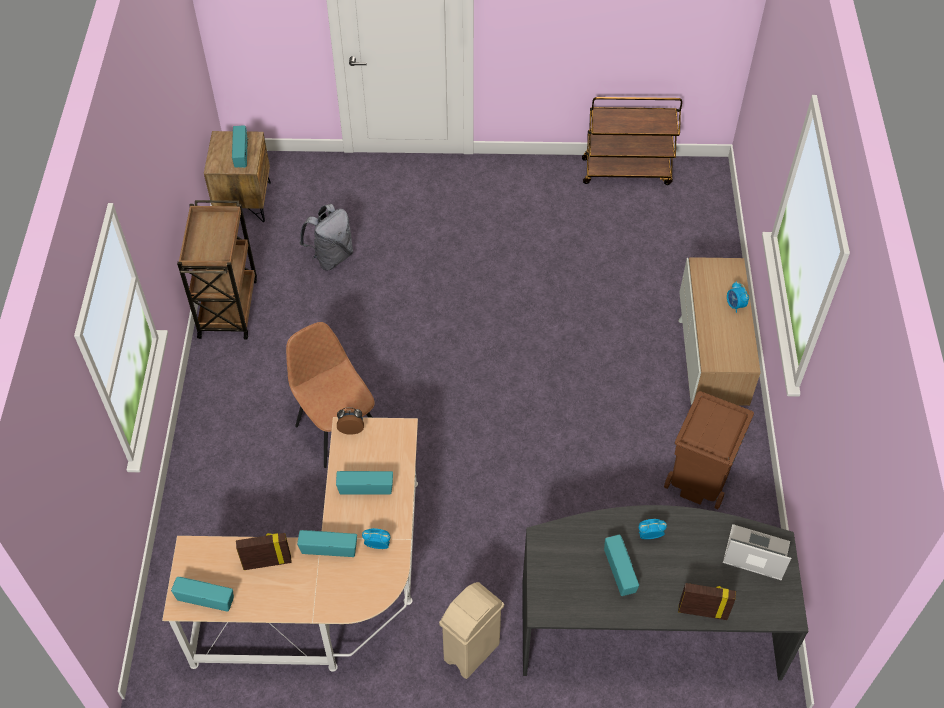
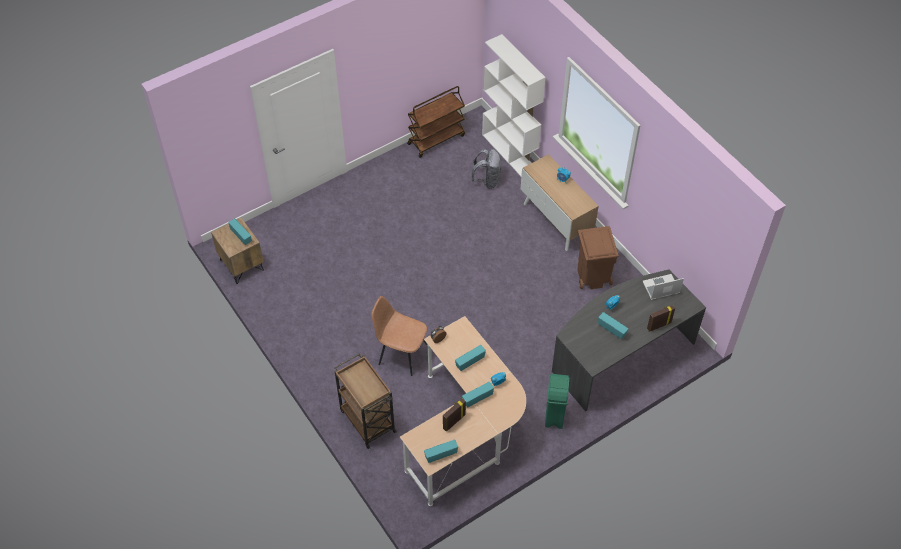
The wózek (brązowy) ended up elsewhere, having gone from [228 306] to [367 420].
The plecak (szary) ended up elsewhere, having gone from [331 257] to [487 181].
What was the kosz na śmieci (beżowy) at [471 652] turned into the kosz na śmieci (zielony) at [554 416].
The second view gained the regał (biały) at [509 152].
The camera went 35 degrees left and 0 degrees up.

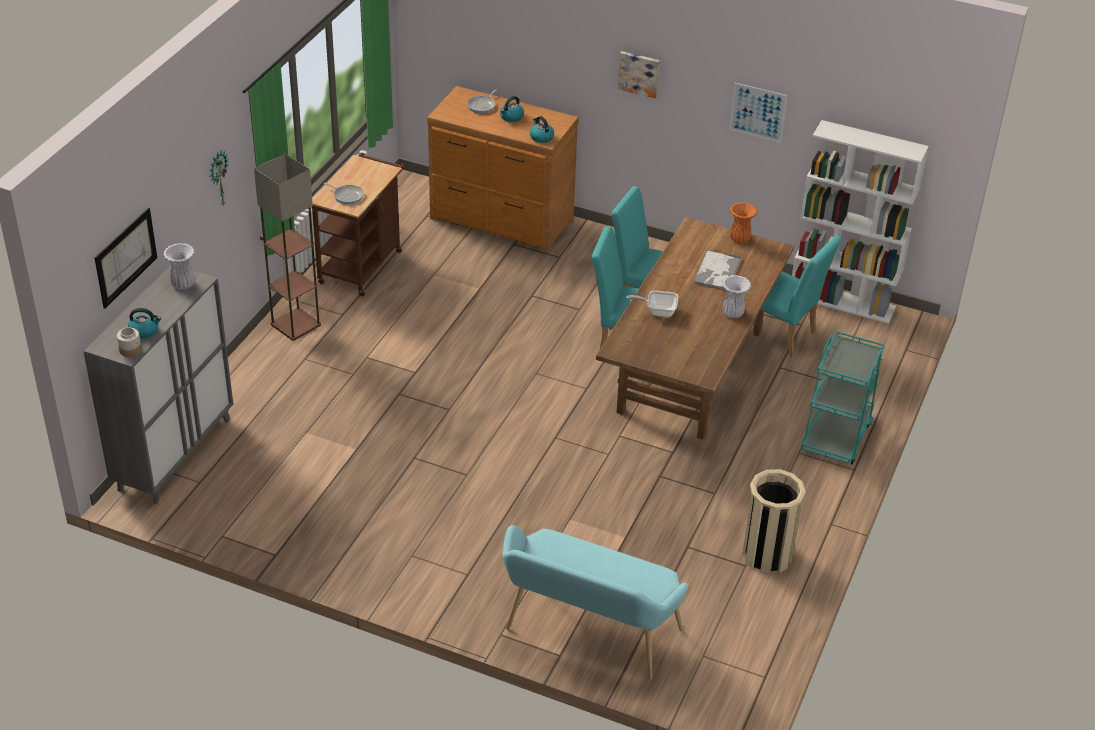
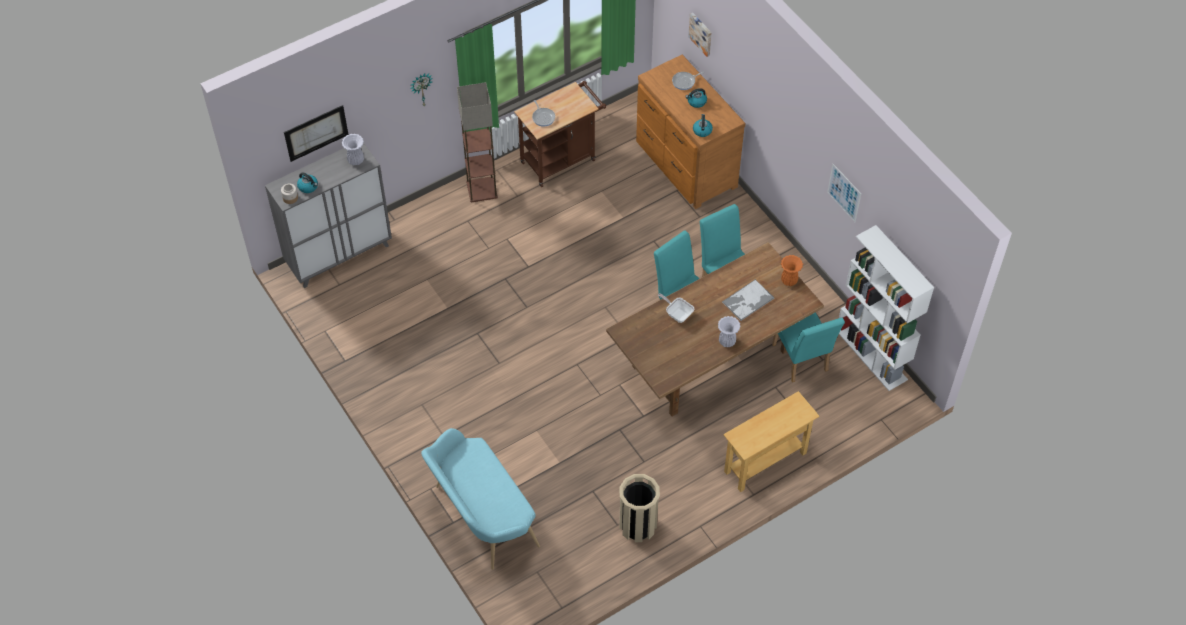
The obraz ended up elsewhere, having gone from [639 73] to [701 33].
Where the wózek (turkusowy) stood at [836 436], the stolik konsolowy (beżowy) came to stand at [765 462].
The camera went 35 degrees right and 15 degrees up.

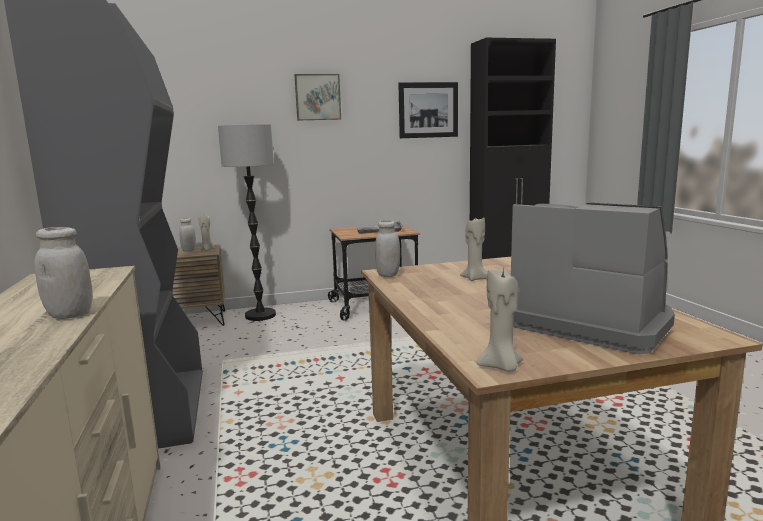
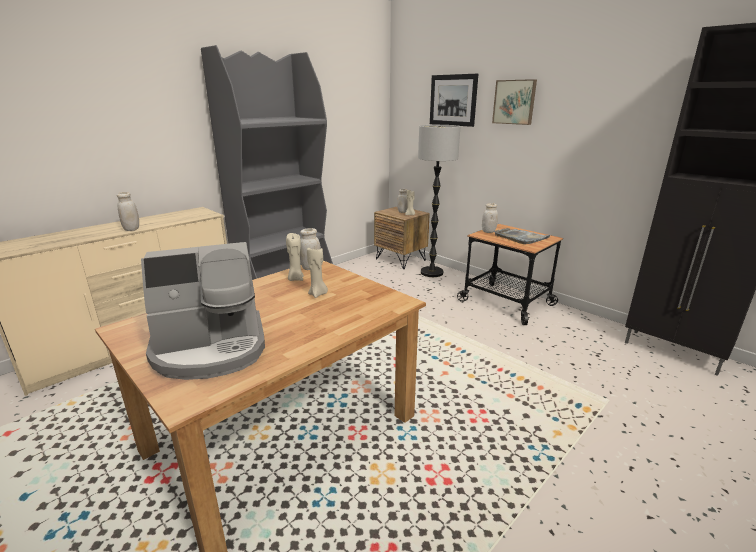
The obraz ended up elsewhere, having gone from [428 110] to [453 100].
The ekspres do kawy at [590 323] ended up facing another way, 60 degrees clockwise from before.
The świeca (beżowy) ended up elsewhere, having gone from [501 367] to [295 279].
The second view gained the słoik (biały) at [488 231].
The camera went 60 degrees right and 10 degrees up.

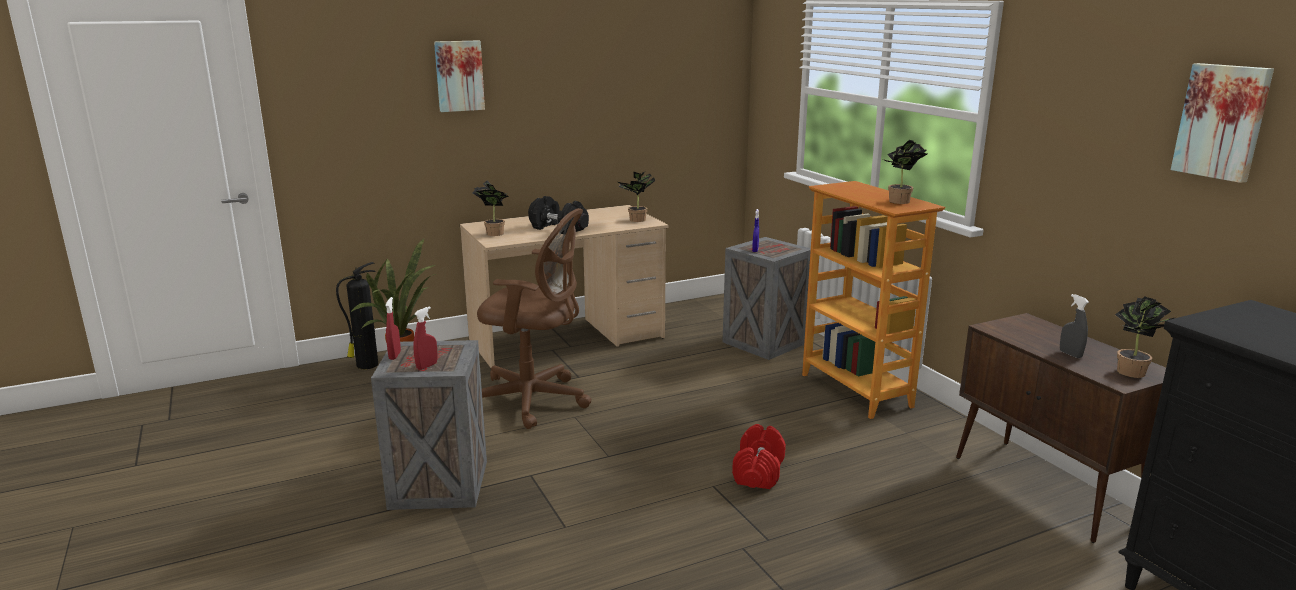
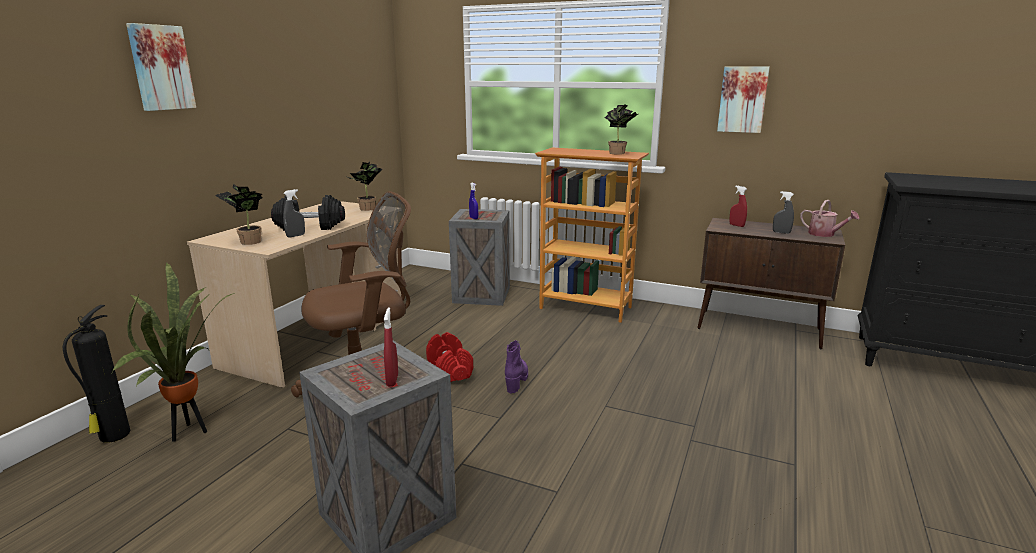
The obraz ended up elsewhere, having gone from [1222 121] to [742 99].
Where the roślina doniczkowa stood at [1134 374], the konewka came to stand at [825 234].
The spryskiwacz (czerwony) ended up elsewhere, having gone from [394 355] to [736 225].
The hantel (czerwony) ended up elsewhere, having gone from [758 472] to [450 370].
The second view gained the spryskiwacz (szary) at [295 236].
The second view gained the but z cholewką (fioletowy) at [517 380].
The camera went 40 degrees left and 0 degrees up.

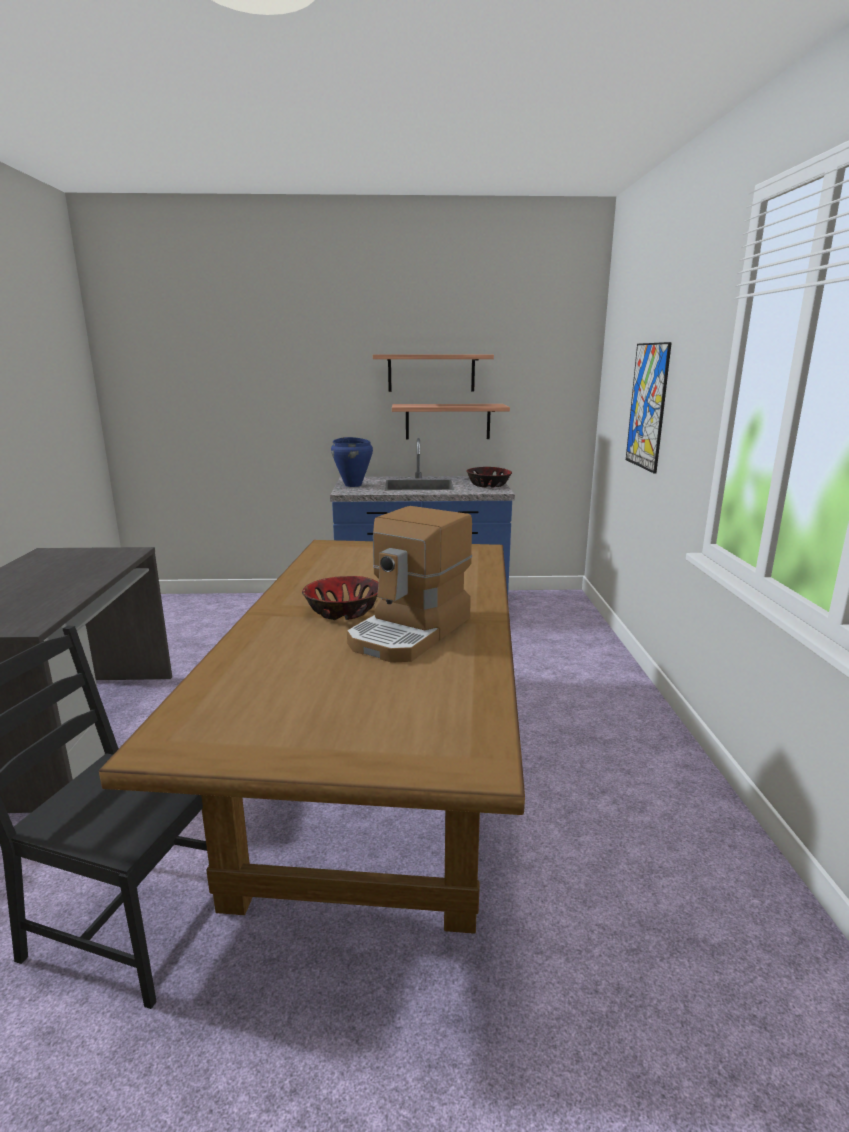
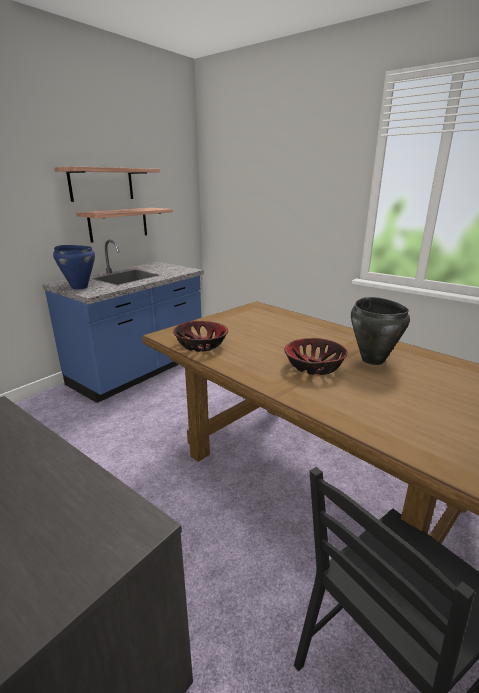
The second view lost the obraz at [647 406].
The miska ended up elsewhere, having gone from [488 485] to [201 345].
Where the ekspres do kawy stood at [411 632], the garnek (czarny) came to stand at [373 360].
The camera went 50 degrees left and 5 degrees up.

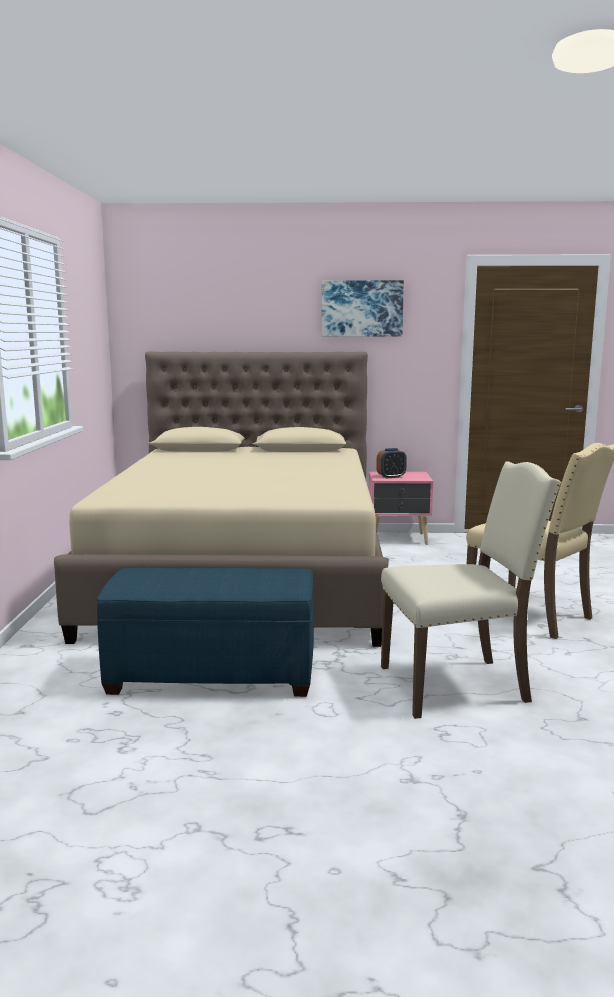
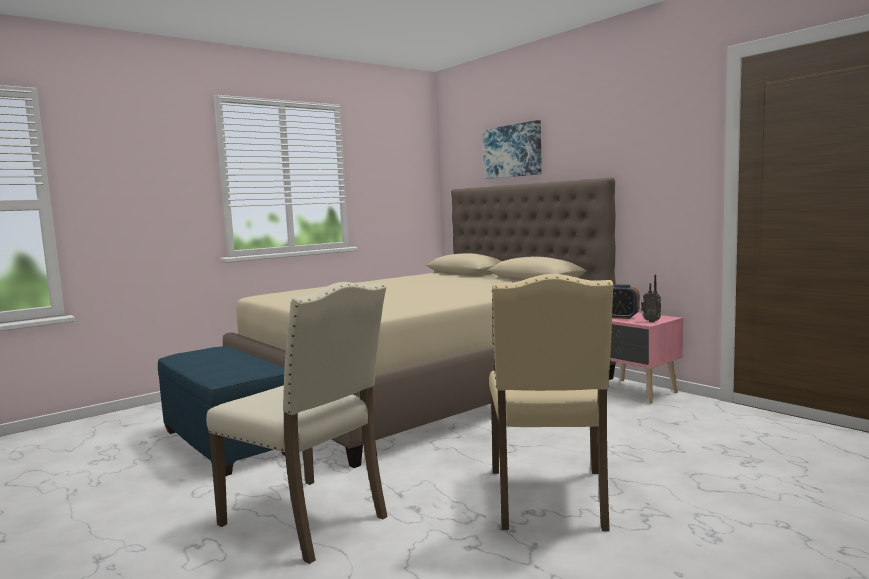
The obraz ended up elsewhere, having gone from [361 308] to [512 151].
The second view gained the radio at [651 321].
The camera went 50 degrees right and 5 degrees down.

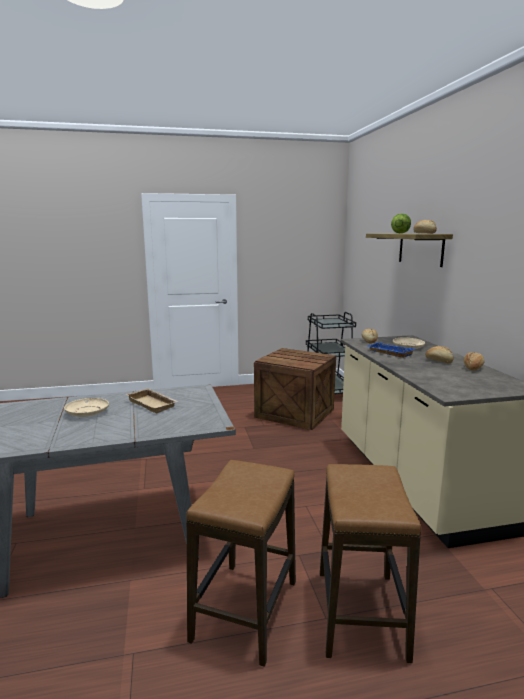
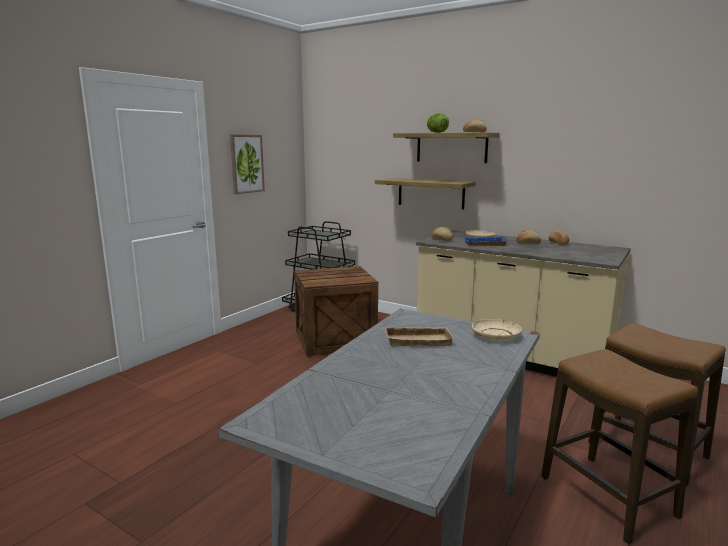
The talerz (beżowy) ended up elsewhere, having gone from [87 412] to [495 336].
The second view gained the obraz at [246 164].
The second view gained the półka at [430 193].
The camera went 45 degrees left and 0 degrees up.

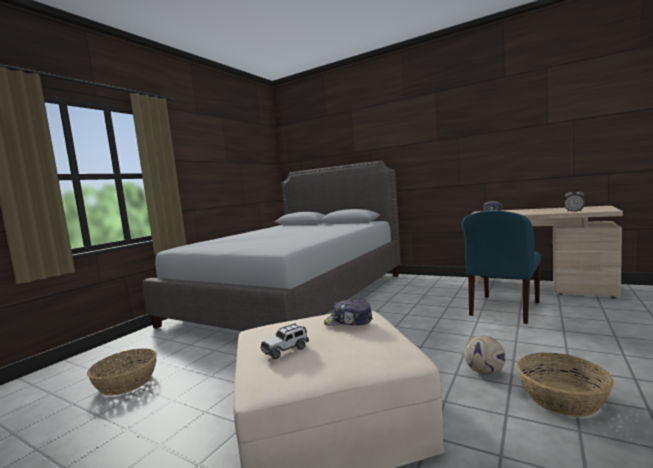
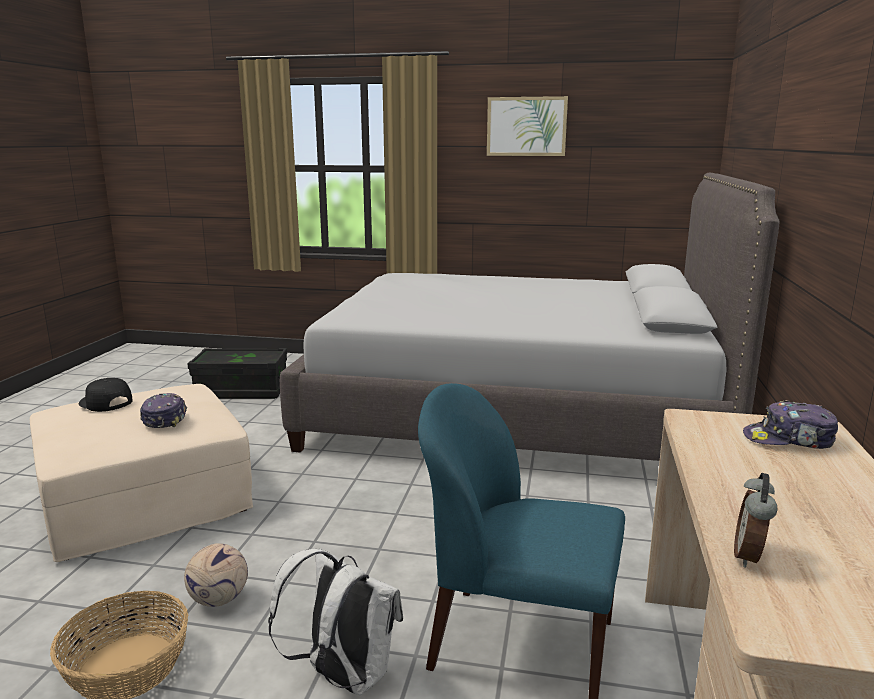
Where the samochodzik stood at [285 350], the czapka z daszkiem (czarny) came to stand at [105 402].
Where the koszyk stood at [126 382], the pojemnik do przechowywania (czarny) came to stand at [242 390].
The second view gained the obraz at [526 126].
The second view gained the plecak (biały) at [343 676].
The camera went 70 degrees right and 10 degrees up.

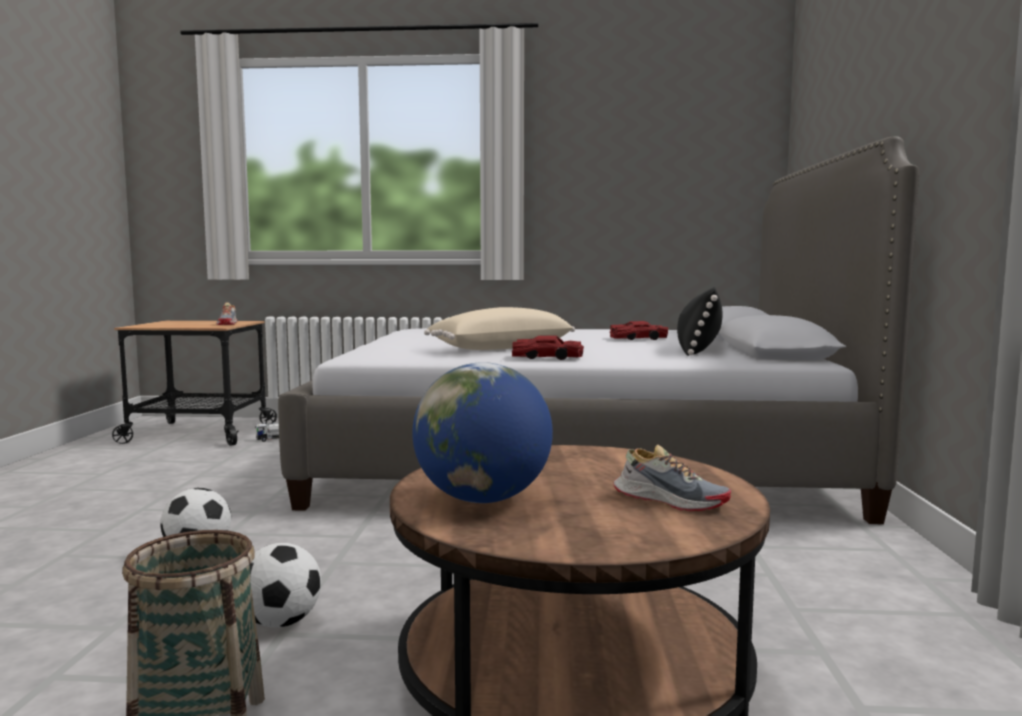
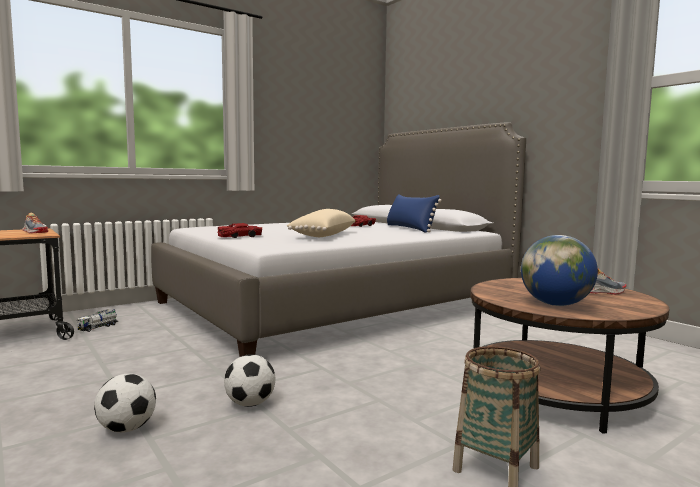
What was the poduszka (czarny) at [698 348] turned into the poduszka (niebieski) at [410 228].
The samochodzik (czerwony) ended up elsewhere, having gone from [547 357] to [240 236].
The piłka futbolowa ended up elsewhere, having gone from [281 622] to [127 429].
The camera went 40 degrees left and 0 degrees up.

